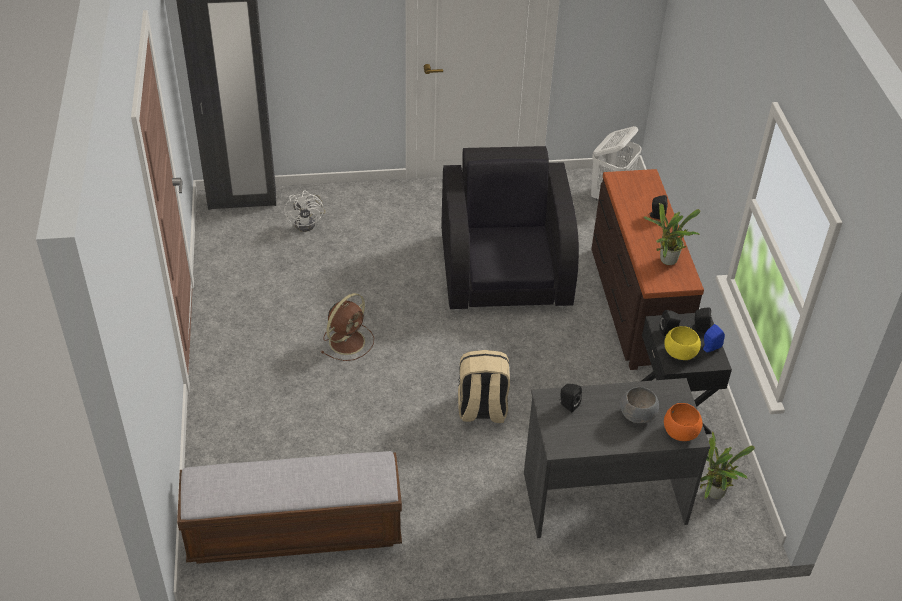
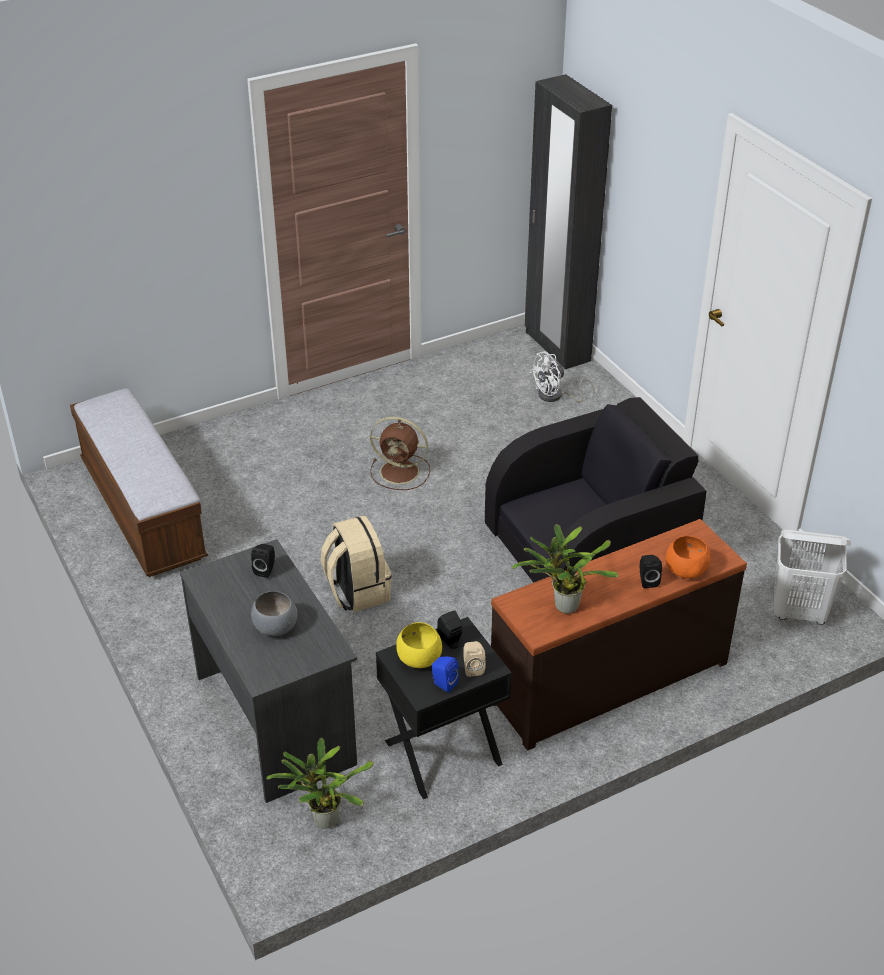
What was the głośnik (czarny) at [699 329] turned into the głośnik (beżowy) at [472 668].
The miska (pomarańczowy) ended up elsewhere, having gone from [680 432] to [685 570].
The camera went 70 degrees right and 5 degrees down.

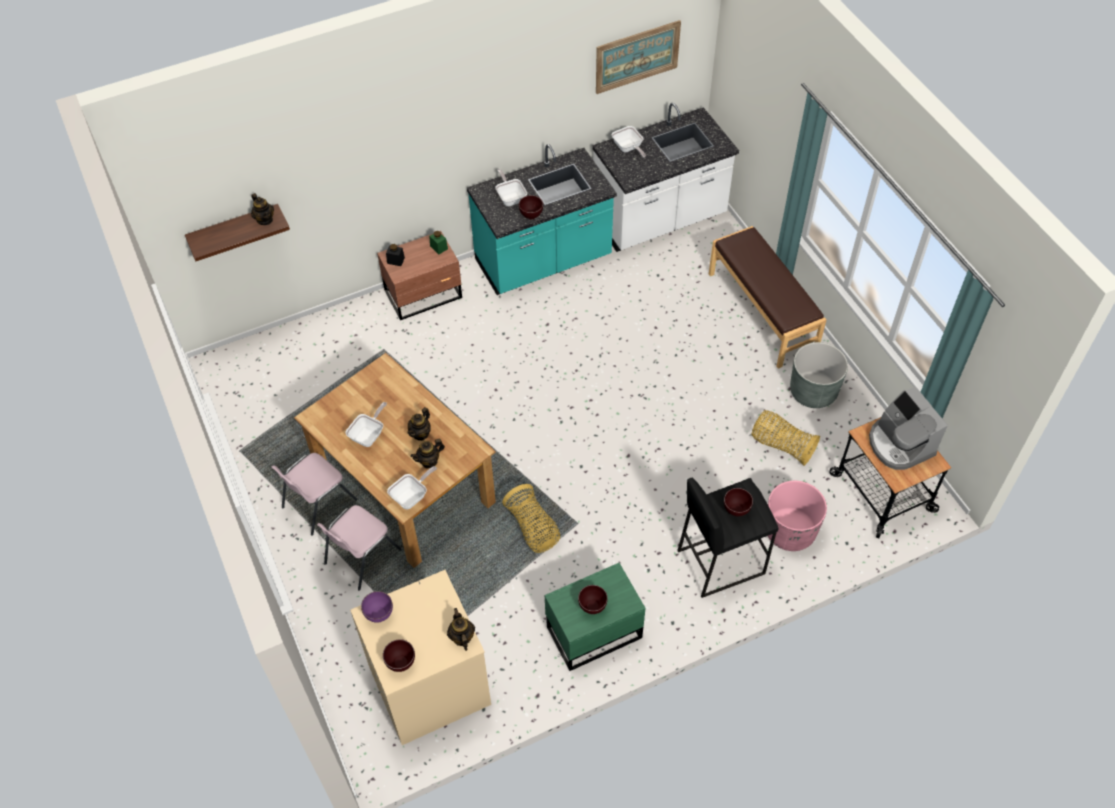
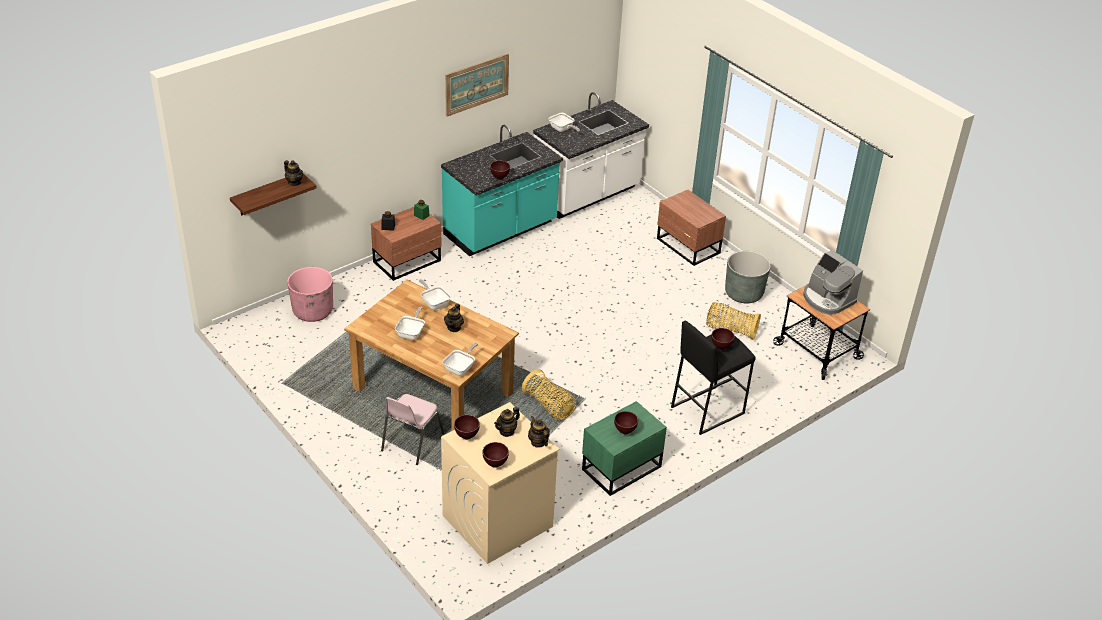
The obraz ended up elsewhere, having gone from [637 56] to [476 84].
The patelnia ended up elsewhere, having gone from [510 197] to [434 303].
Where the ławka (brązowy) stood at [762 312], the szafka nocna (brązowy) came to stand at [688 247].
The imbryk ended up elsewhere, having gone from [429 461] to [507 431].
The second view lost the krzesło (różowy) at [318 503].
The donica (różowy) ended up elsewhere, having gone from [790 531] to [313 311].
What was the miska (fioletowy) at [380 615] turned into the miska (brązowy) at [467 436].
The camera went 15 degrees left and 15 degrees down.

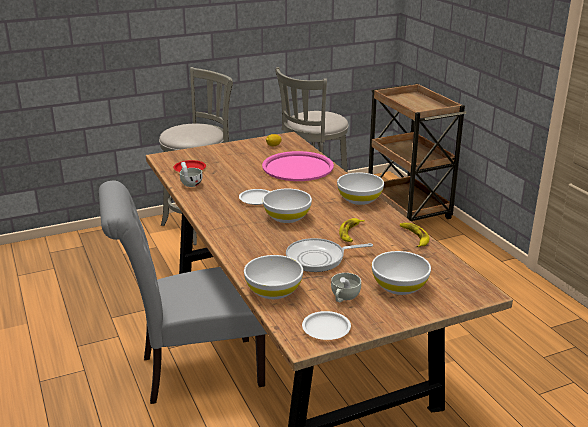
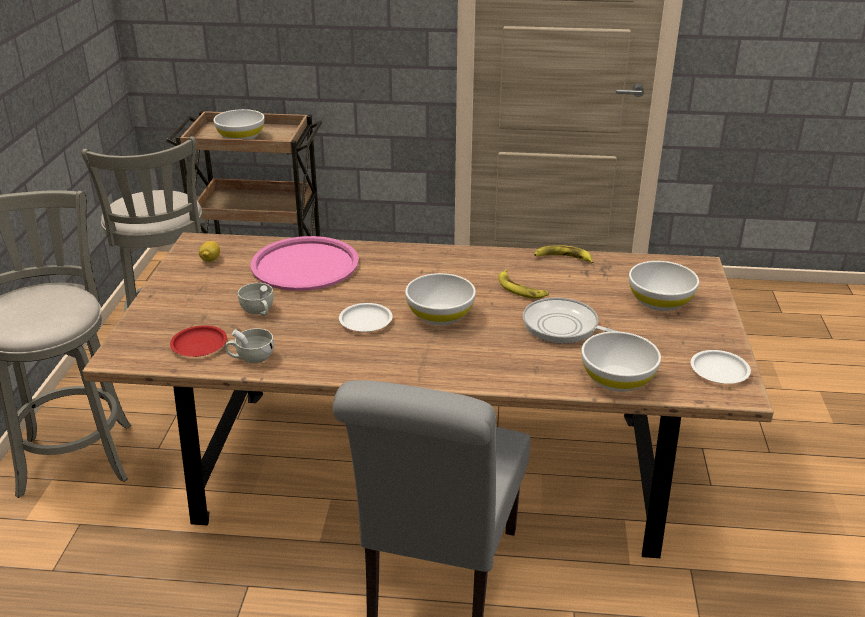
The miska (biały) ended up elsewhere, having gone from [359 199] to [241 138].
The patelnia at [319 258] ended up facing another way, 105 degrees clockwise from before.
The filiżanka (biały) ended up elsewhere, having gone from [344 297] to [259 311].
The camera went 60 degrees left and 5 degrees up.

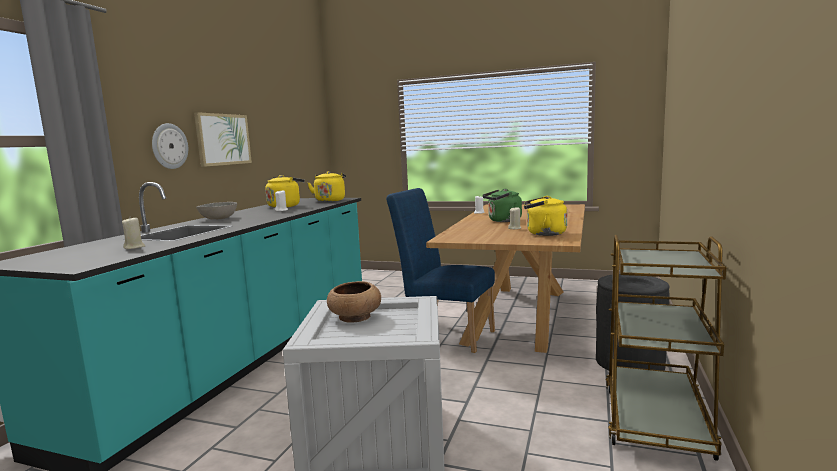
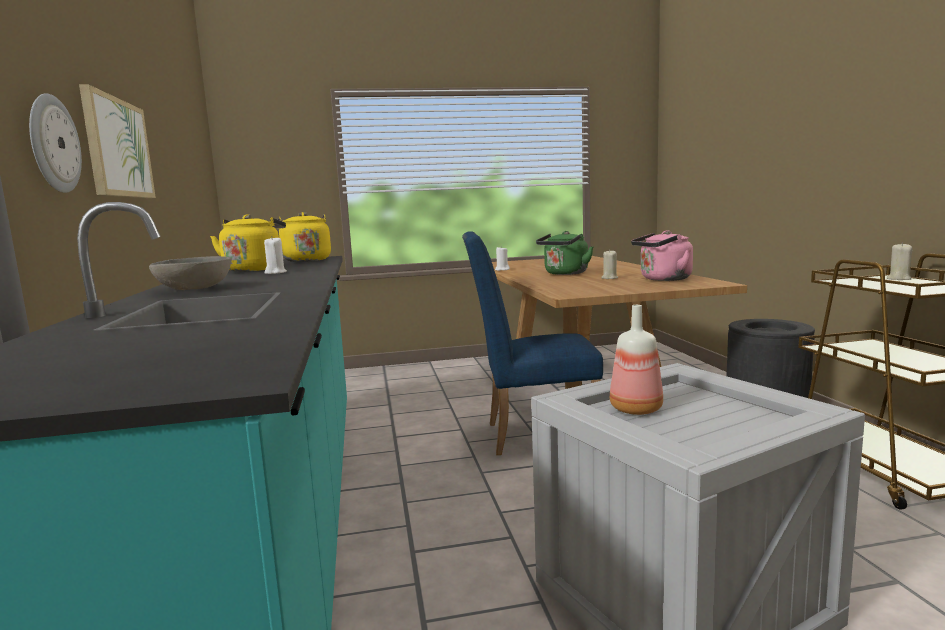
What was the czajnik (żółty) at [543 233] turned into the czajnik (różowy) at [663 279].
The świeca (beżowy) ended up elsewhere, having gone from [134 247] to [898 279].
Where the miska (brązowy) stood at [355 317], the butelka came to stand at [636 410].
The camera went 30 degrees left and 0 degrees up.

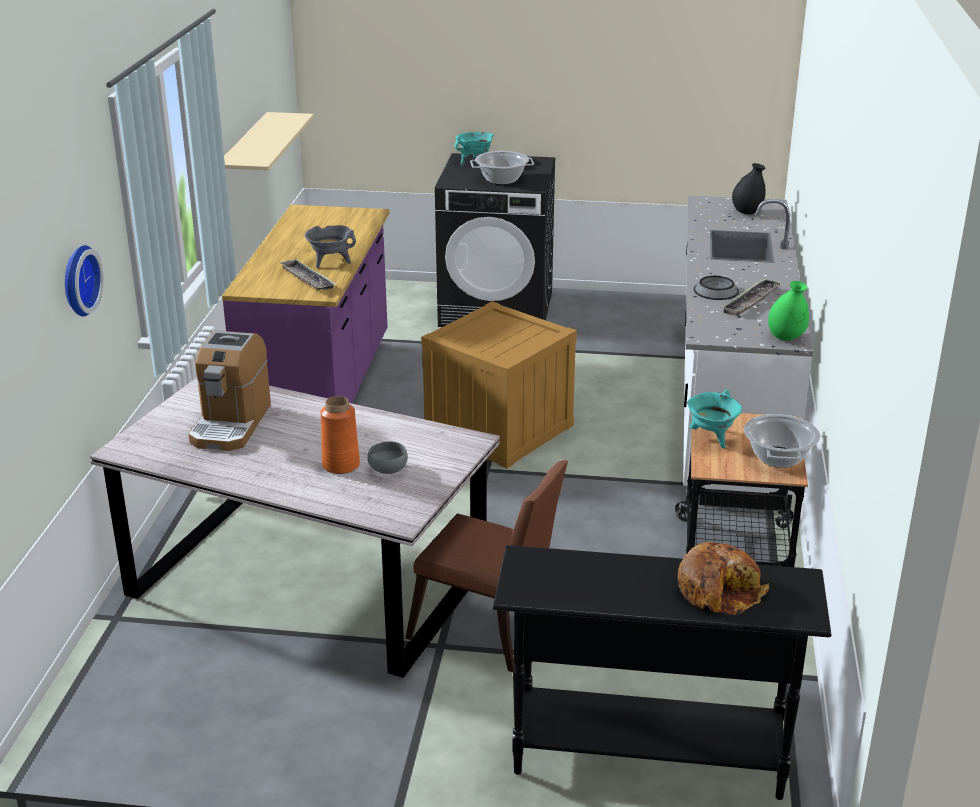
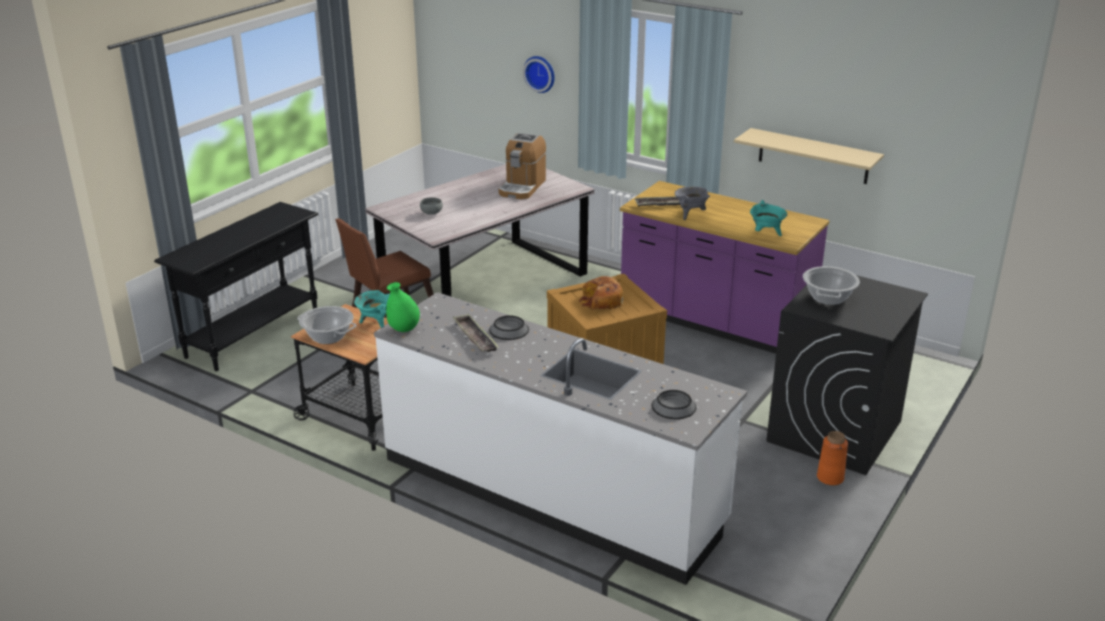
The garnek (turkusowy) ended up elsewhere, having gone from [474 162] to [766 233].
Where the wazon (czarny) stood at [747 212], the miska came to stand at [673 406].
The ekspres do kawy at [231 424] ended up facing another way, 105 degrees counterclockwise from before.
The wazon (pomarańczowy) ended up elsewhere, having gone from [340 465] to [830 478].
The chleb ended up elsewhere, having gone from [719 590] to [600 302].
The camera went 115 degrees right and 0 degrees up.

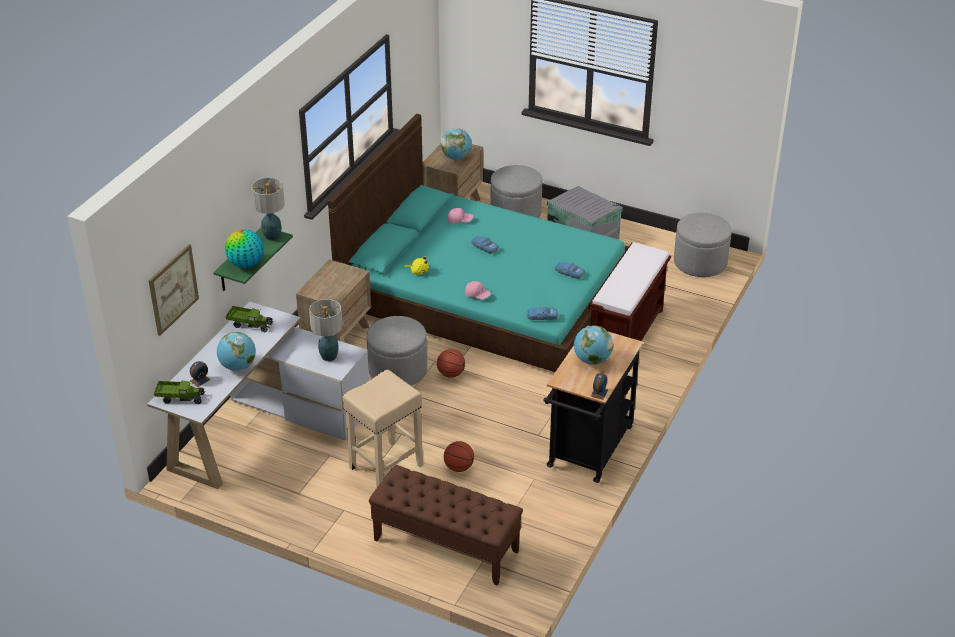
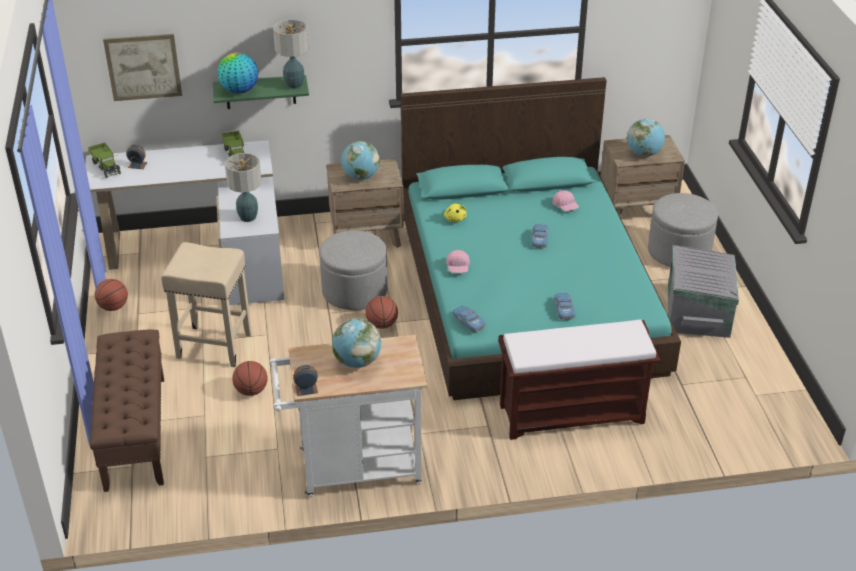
The second view lost the pufa (szary) at [700 262].
What was the wózek (czarny) at [588 452] turned into the wózek (biały) at [352 469].
The globus ended up elsewhere, having gone from [238 366] to [360 177].
The second view gained the piłka do koszykówki at [113 307].
The camera went 55 degrees right and 0 degrees up.

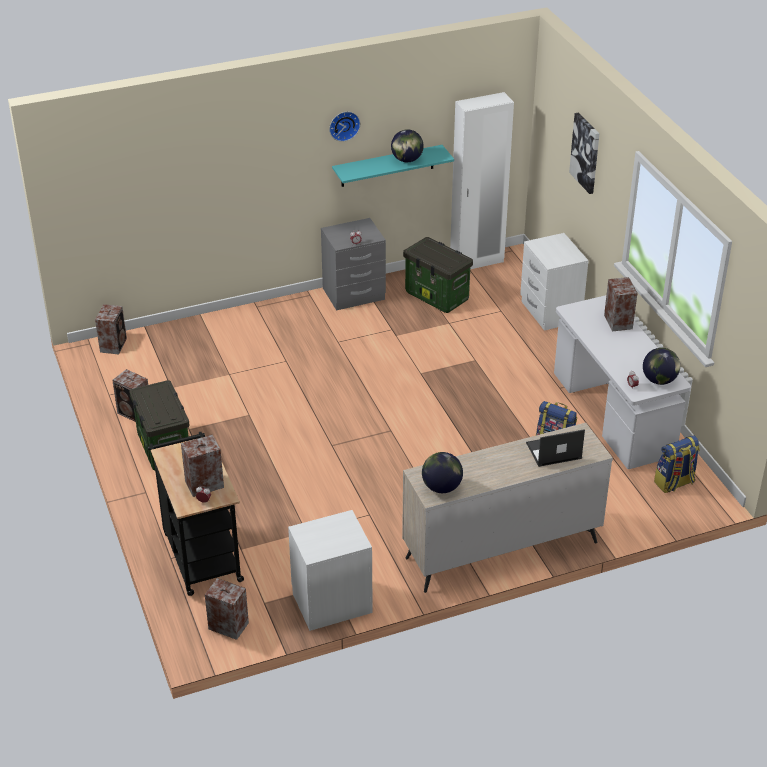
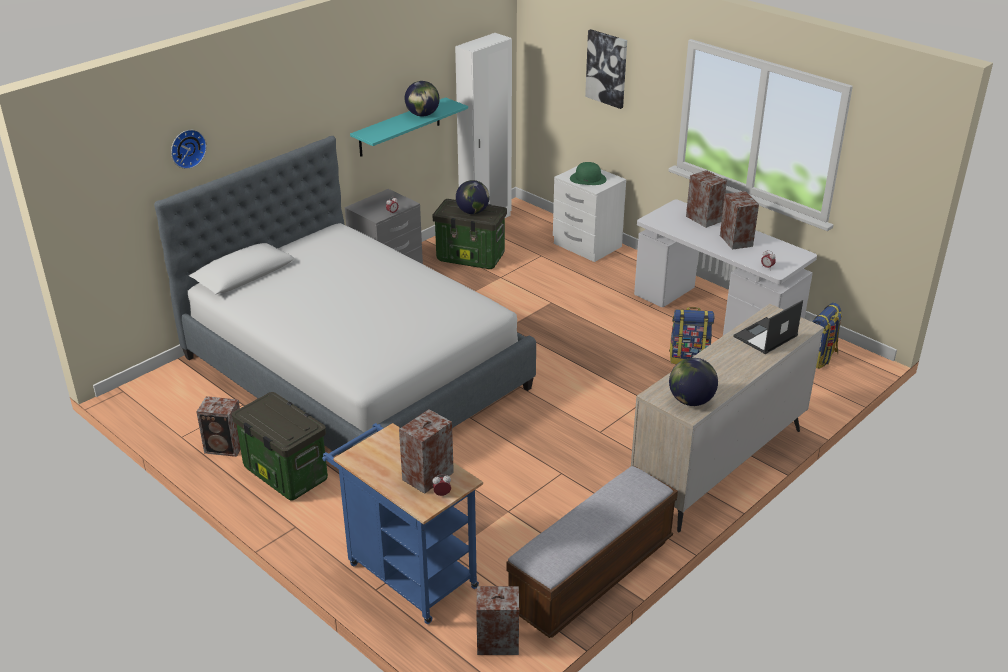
The zegar ścienny ended up elsewhere, having gone from [343 125] to [187 148].
The głośnik ended up elsewhere, having gone from [114 345] to [736 240].
The globus ended up elsewhere, having gone from [659 380] to [473 212].
What was the wózek (czarny) at [200 553] turned into the wózek (niebieski) at [406 572].
Where the szafka nocna (biały) stood at [331 602], the ławka came to stand at [591 575].
The second view gained the łóżko at [355 372].
The second view gained the kapelusz (zielony) at [588 179].
The camera went 25 degrees left and 5 degrees down.

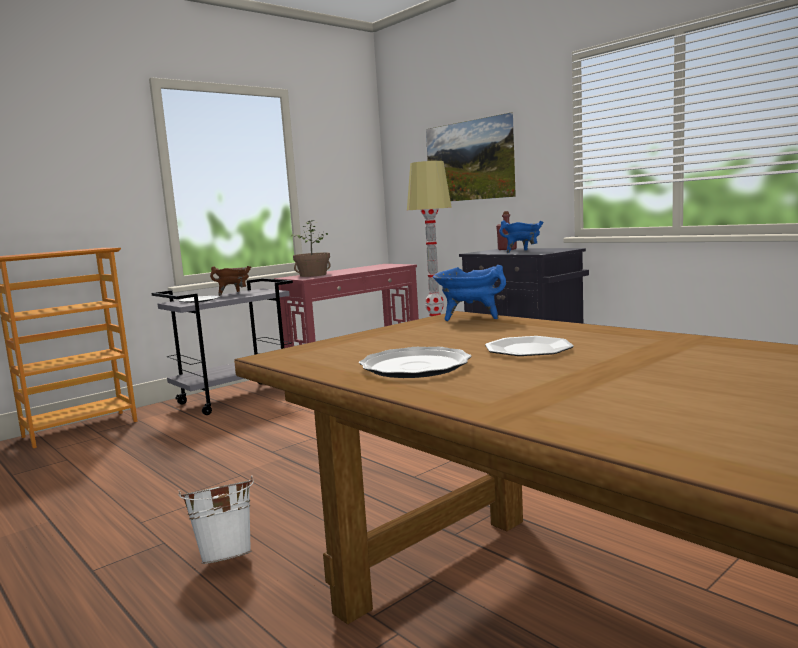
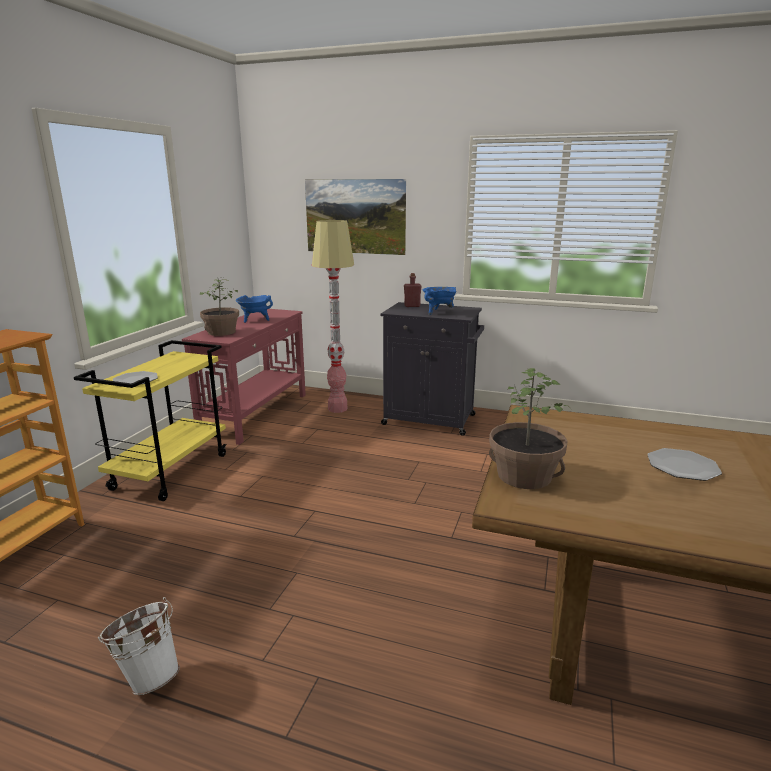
The garnek (niebieski) ended up elsewhere, having gone from [470 318] to [255 320].
The second view lost the garnek (brązowy) at [234 293].
What was the wózek (szary) at [236 398] turned into the wózek (żółty) at [170 471].
The second view lost the talerz at [414 367].
The wiadro (biały) ended up elsewhere, having gone from [226 556] to [148 675].
The second view gained the roślina doniczkowa at [523 476].
The camera went 30 degrees left and 10 degrees up.

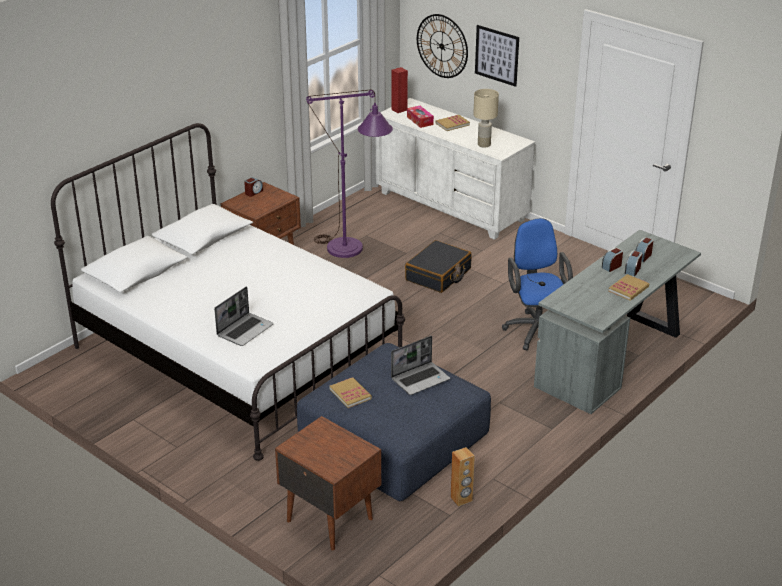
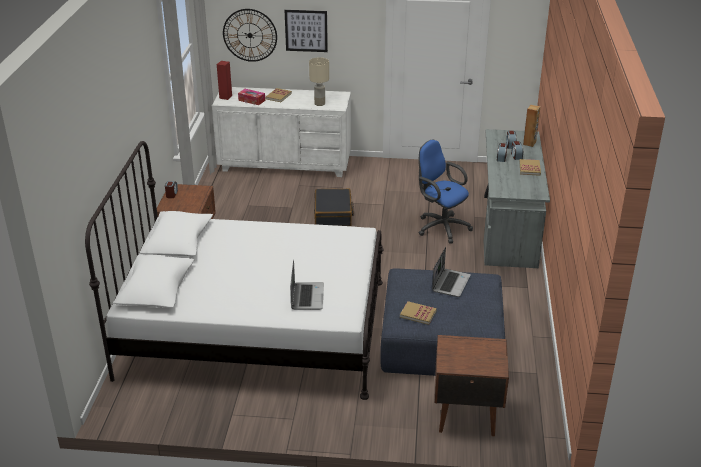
The second view lost the lampa stojąca (fioletowy) at [353 252].
The głośnik (brązowy) ended up elsewhere, having gone from [461 499] to [529 143].
The camera went 35 degrees left and 0 degrees up.

